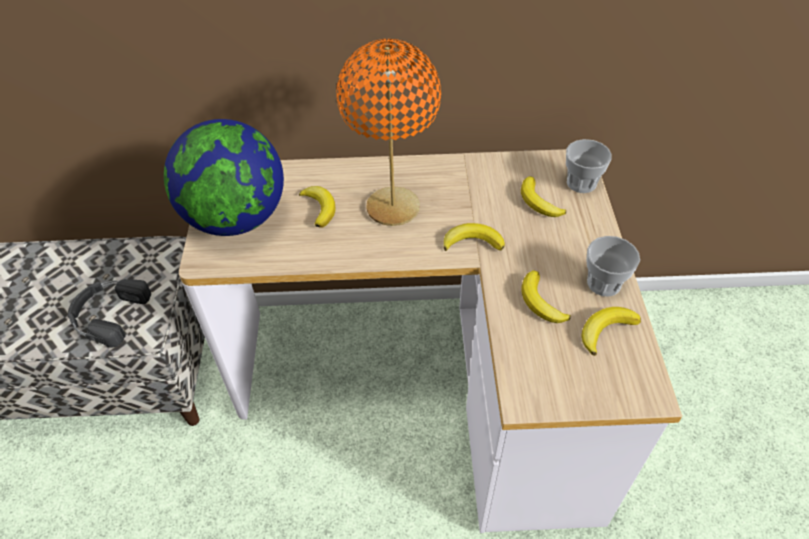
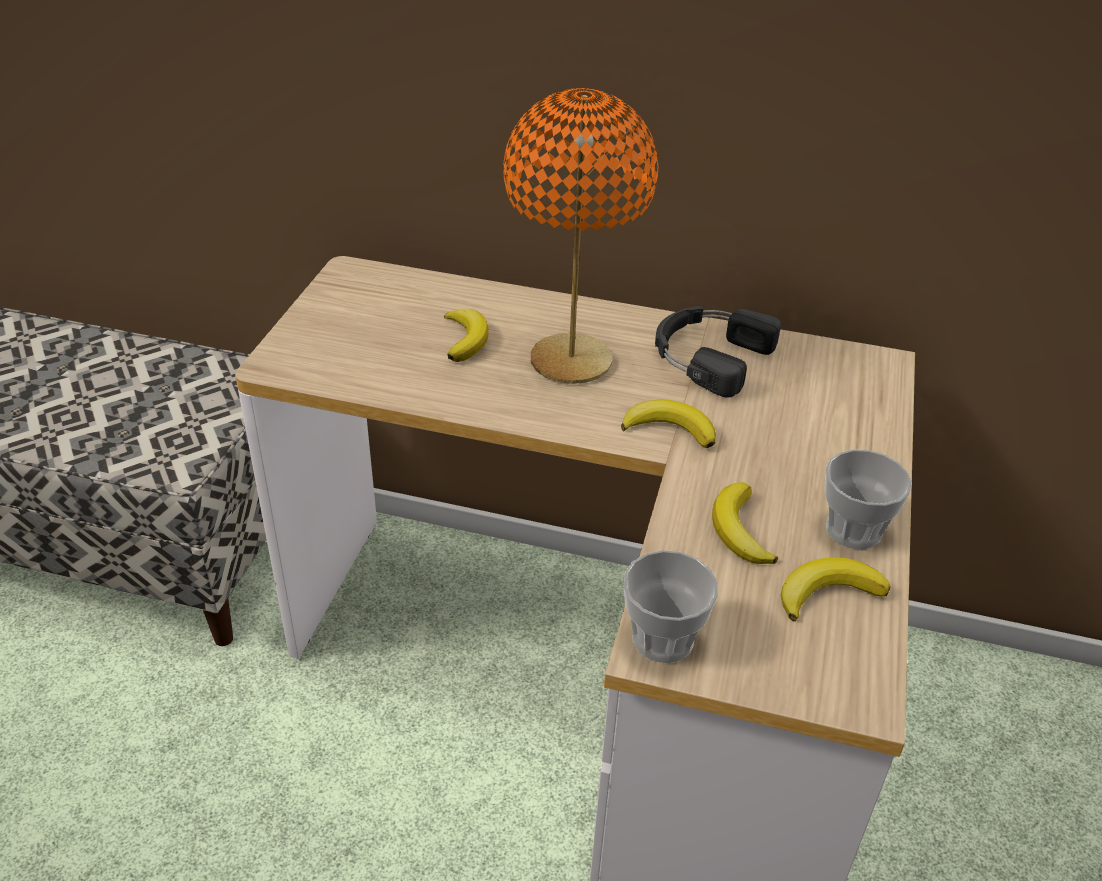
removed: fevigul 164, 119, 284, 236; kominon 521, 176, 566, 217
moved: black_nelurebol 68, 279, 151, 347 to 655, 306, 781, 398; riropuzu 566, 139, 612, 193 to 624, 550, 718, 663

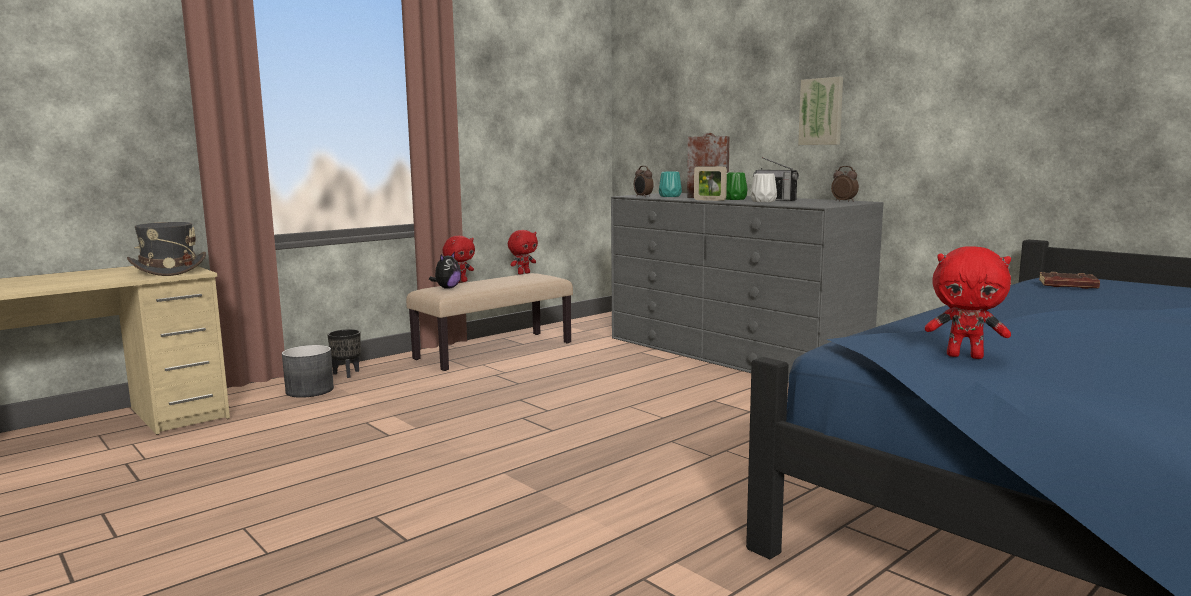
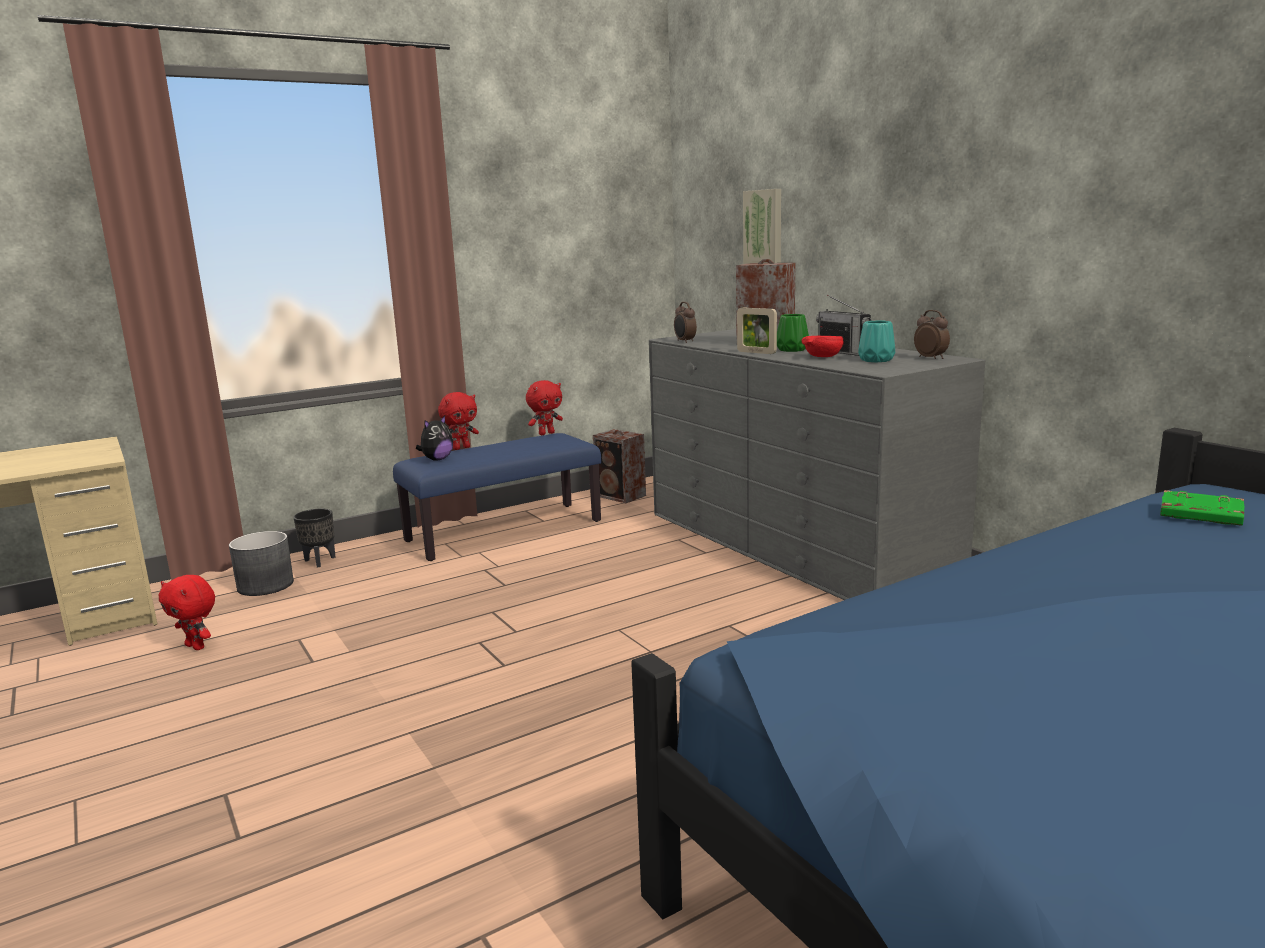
removed: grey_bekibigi 127, 222, 206, 276
added: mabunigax 593, 429, 646, 503
moved: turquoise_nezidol 659, 171, 682, 197 to 858, 321, 895, 362; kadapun 798, 77, 843, 145 to 743, 189, 781, 264; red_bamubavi 925, 246, 1011, 359 to 159, 575, 215, 650
replaced: white_nezidol 751, 173, 777, 202 to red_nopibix 802, 336, 844, 357
recoloured: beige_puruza 406, 273, 573, 371 to blue_puruza 393, 433, 601, 561; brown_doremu 1039, 272, 1100, 289 to green_doremu 1160, 490, 1244, 526

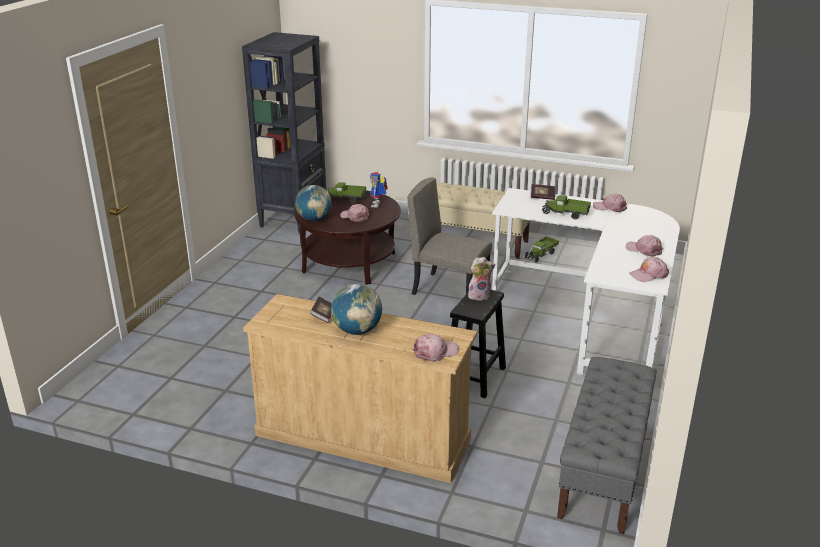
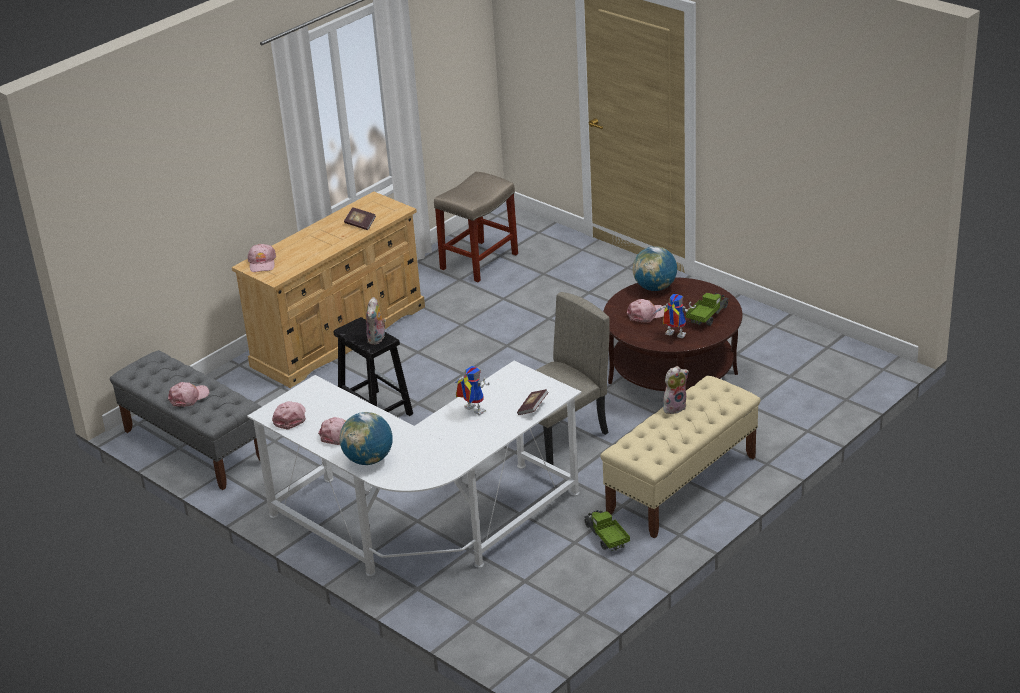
removed: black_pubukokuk 242, 32, 326, 234
added: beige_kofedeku 434, 172, 518, 282; bamubavi 663, 366, 689, 414
moved: fevigul 331, 284, 382, 335 to 339, 412, 393, 465; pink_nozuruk 593, 193, 627, 212 to 168, 382, 209, 406
replaced: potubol 542, 195, 591, 220 to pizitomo 455, 366, 490, 415

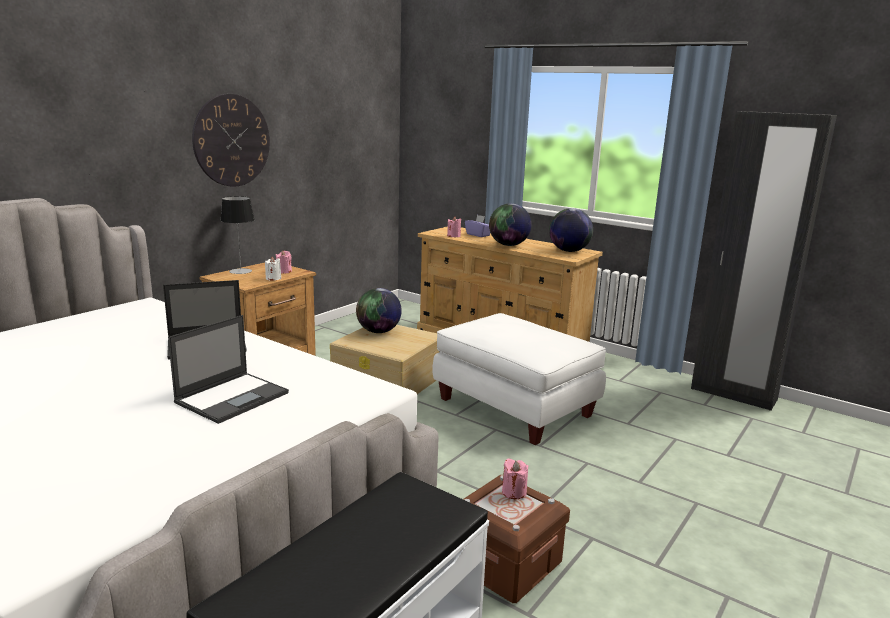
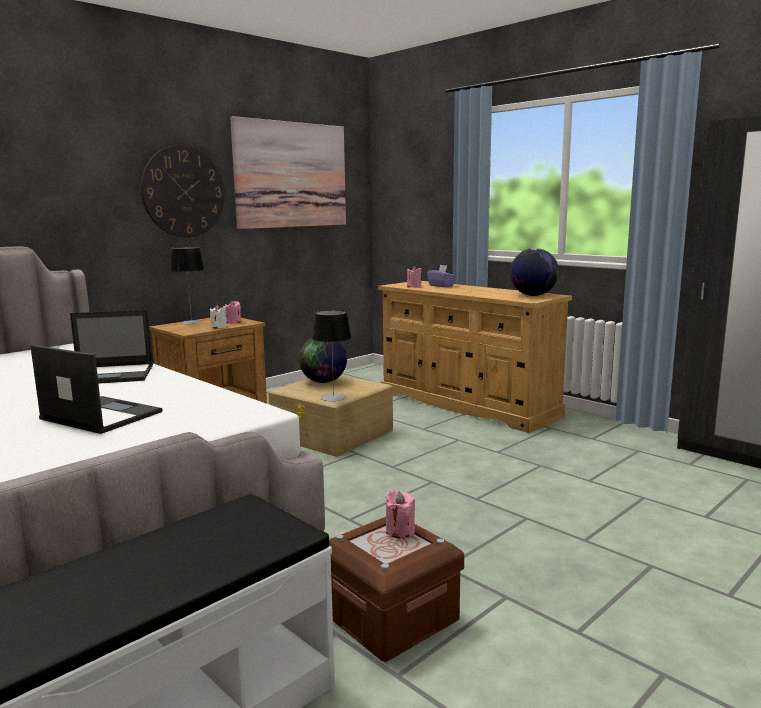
removed: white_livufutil 432, 313, 606, 445; fevigul 489, 203, 532, 246
added: kadapun 230, 116, 346, 229; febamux 313, 310, 351, 401
turned: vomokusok 168, 315, 289, 424 = 30, 345, 162, 434 105 degrees counterclockwise

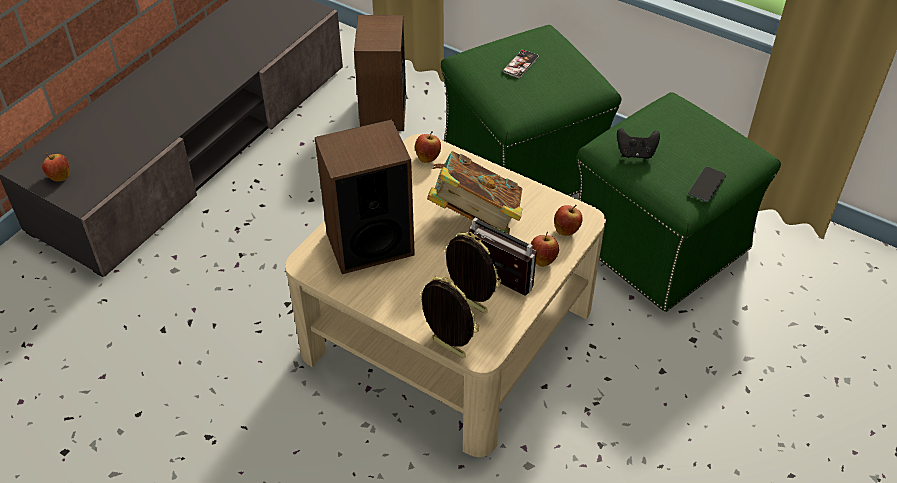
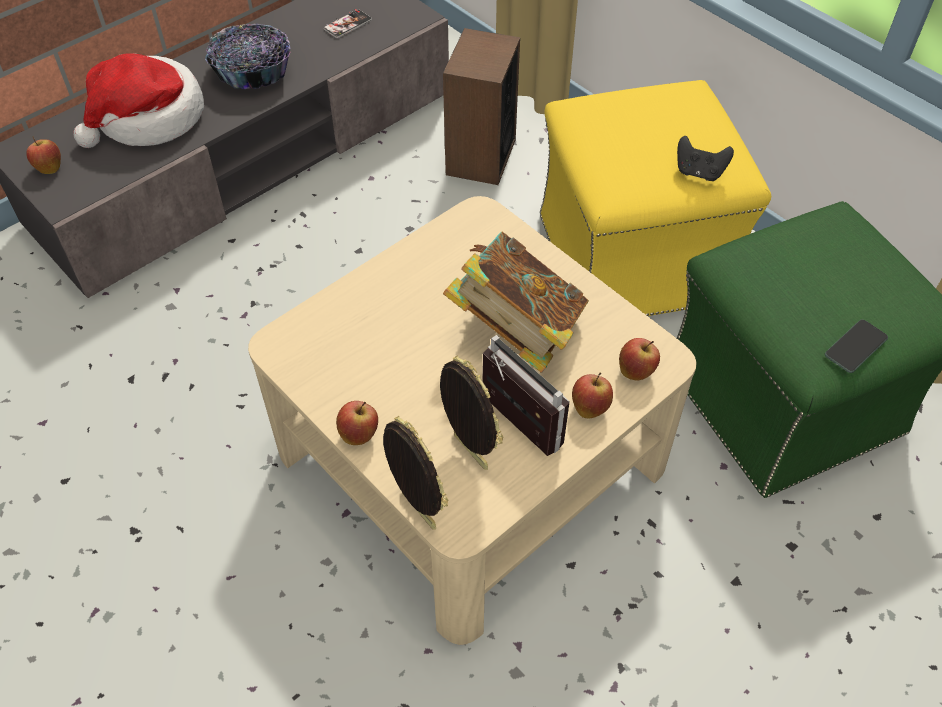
removed: mabunigax 315, 119, 415, 274
added: bekibigi 73, 53, 204, 148; nopibix 205, 24, 291, 89
moved: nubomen 415, 131, 441, 163 to 336, 401, 378, 445; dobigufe 503, 50, 539, 78 to 324, 9, 372, 38; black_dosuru 617, 128, 660, 159 to 677, 136, 734, 181
recoloured: green_livufutil 441, 25, 621, 196 to yellow_livufutil 540, 80, 771, 316

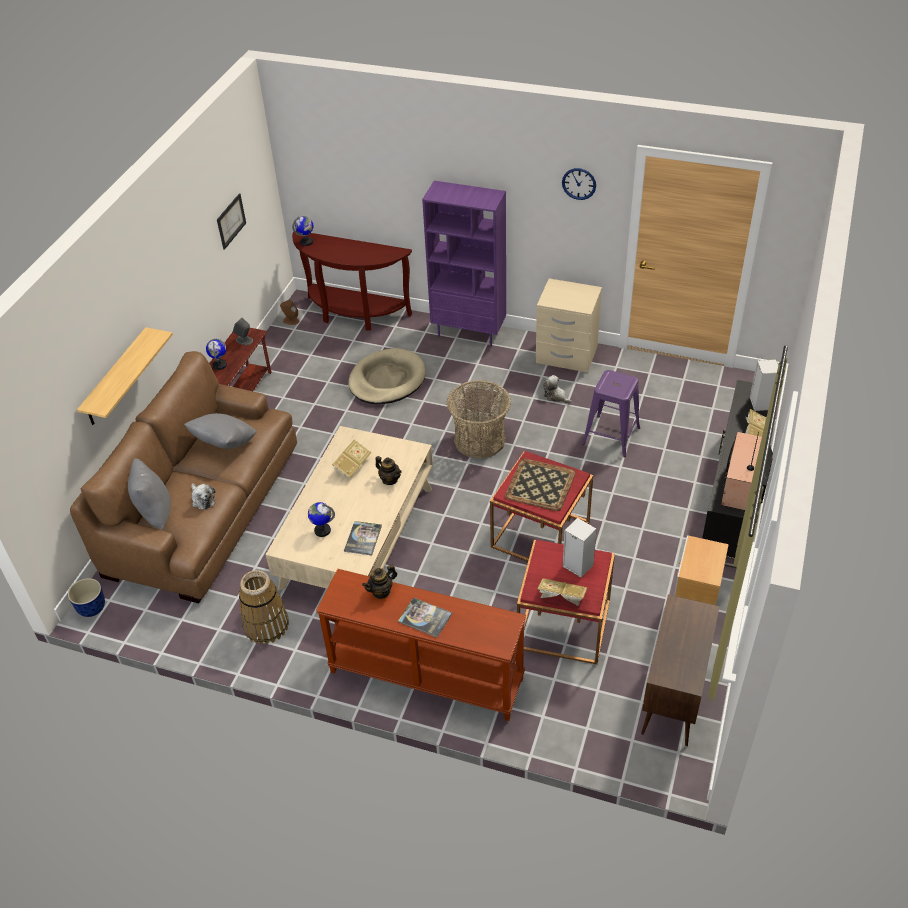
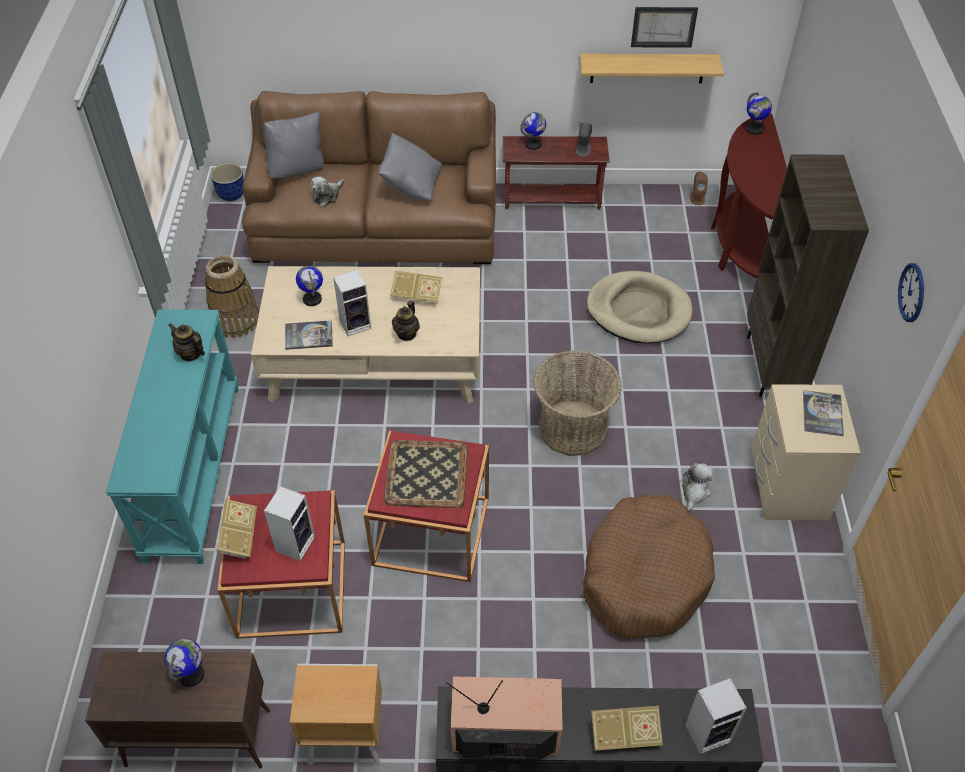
added: fevigul 164, 639, 204, 687; mabunigax 333, 270, 371, 336
moved: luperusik 77, 327, 173, 425 to 580, 54, 724, 84; doremu 398, 597, 452, 638 to 803, 390, 844, 436
replaced: purple_kofedeku 582, 370, 640, 457 to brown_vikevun 583, 494, 715, 638
recoloured: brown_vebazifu 316, 569, 526, 721 to turquoise_vebazifu 106, 309, 238, 564; purple_pubukokuk 422, 181, 506, 346 to brown_pubukokuk 747, 154, 869, 397

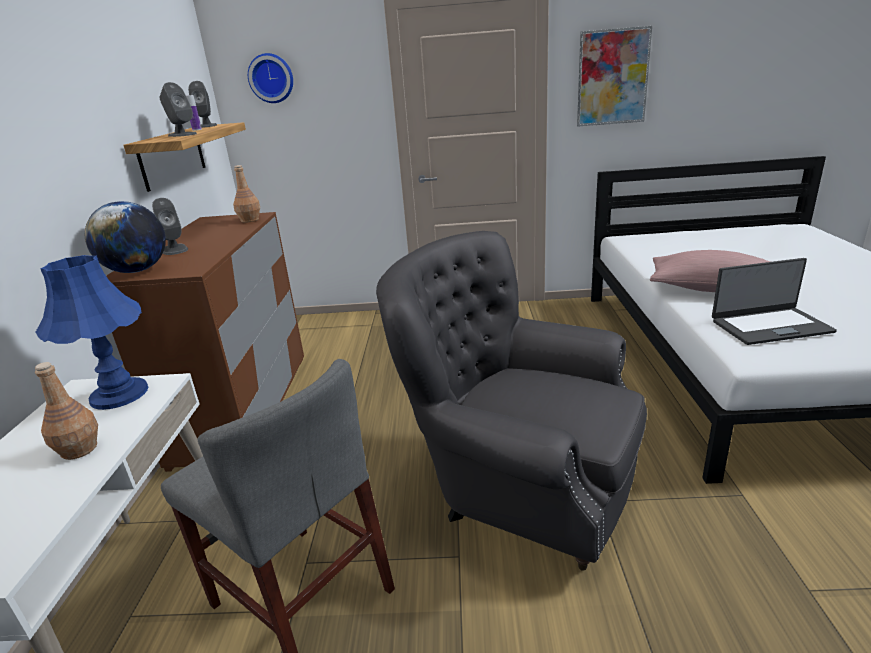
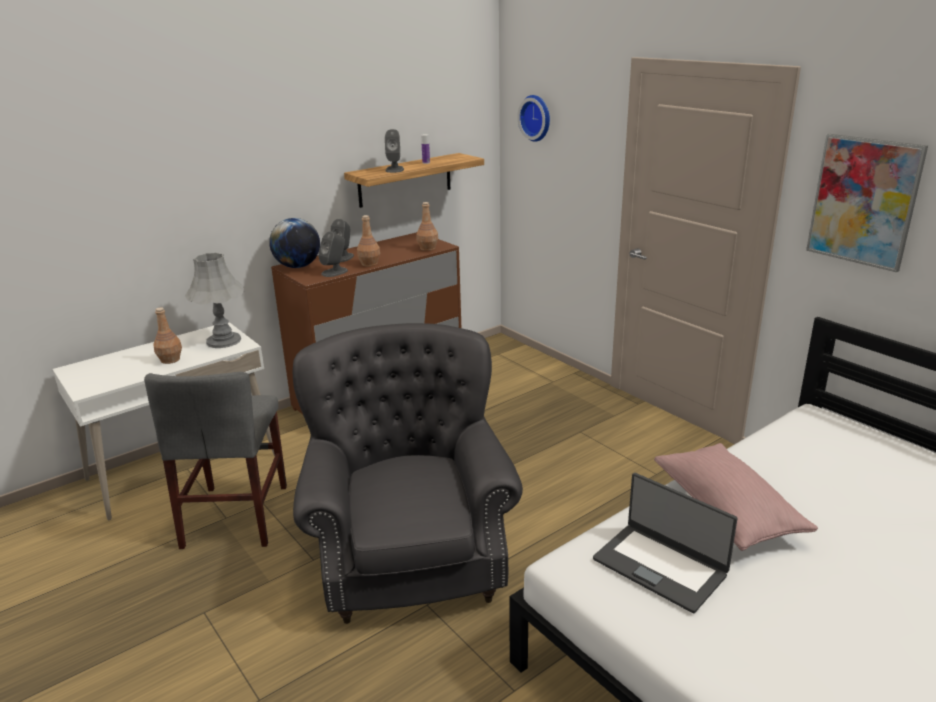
added: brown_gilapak 357, 215, 380, 267
moved: grey_mabunigax 188, 81, 217, 128 to 318, 231, 348, 277
recoloured: blue_febamux 36, 255, 148, 410 to grey_febamux 185, 253, 244, 348

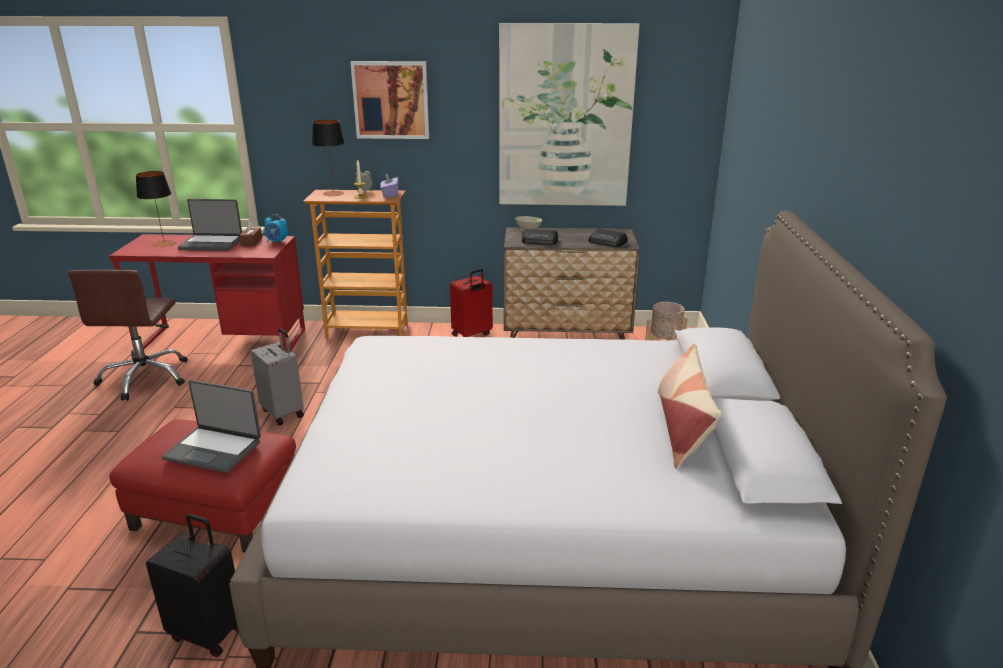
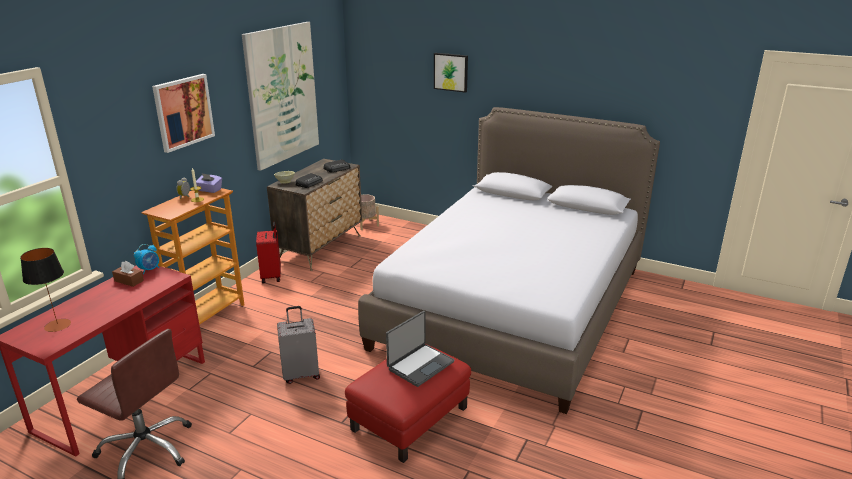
removed: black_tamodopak 146, 514, 239, 657; vomokusok 178, 199, 242, 251; febamux 312, 120, 344, 197; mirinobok 658, 344, 722, 468
added: kadapun 434, 53, 468, 93

